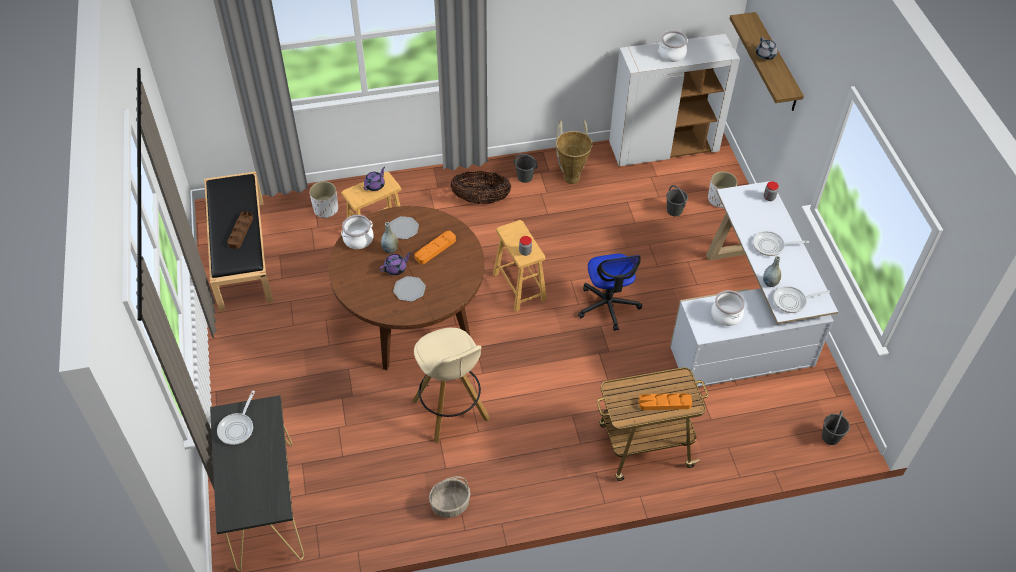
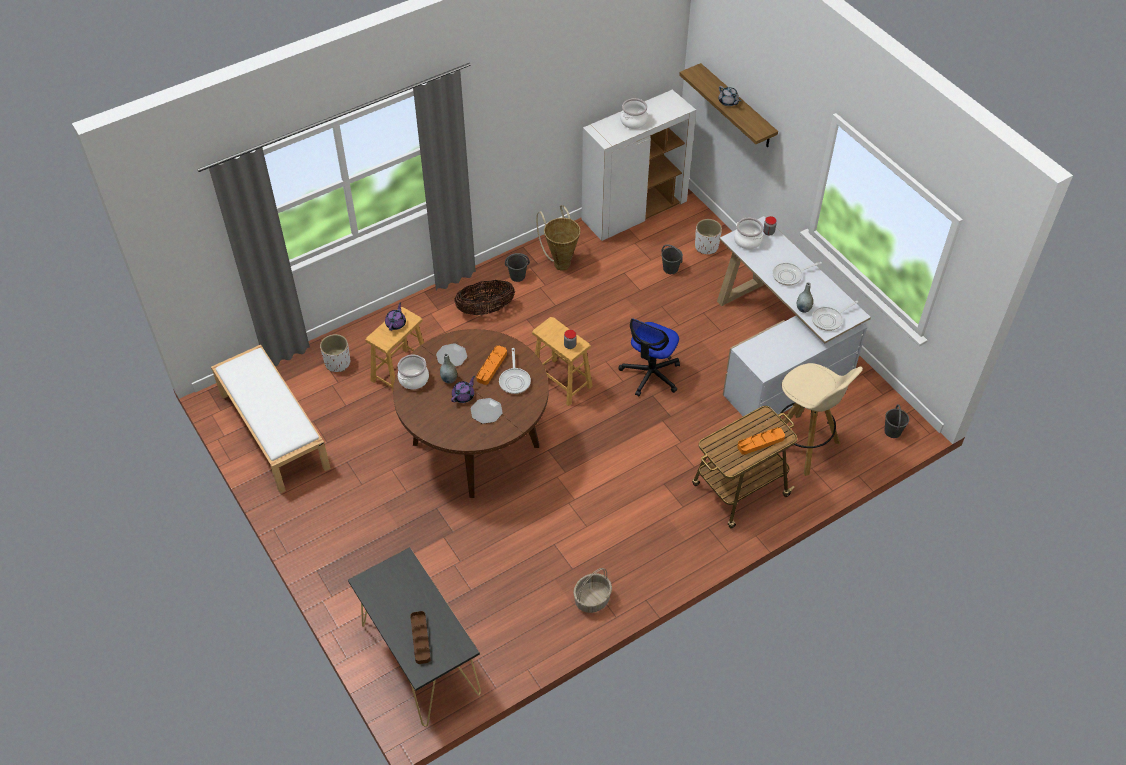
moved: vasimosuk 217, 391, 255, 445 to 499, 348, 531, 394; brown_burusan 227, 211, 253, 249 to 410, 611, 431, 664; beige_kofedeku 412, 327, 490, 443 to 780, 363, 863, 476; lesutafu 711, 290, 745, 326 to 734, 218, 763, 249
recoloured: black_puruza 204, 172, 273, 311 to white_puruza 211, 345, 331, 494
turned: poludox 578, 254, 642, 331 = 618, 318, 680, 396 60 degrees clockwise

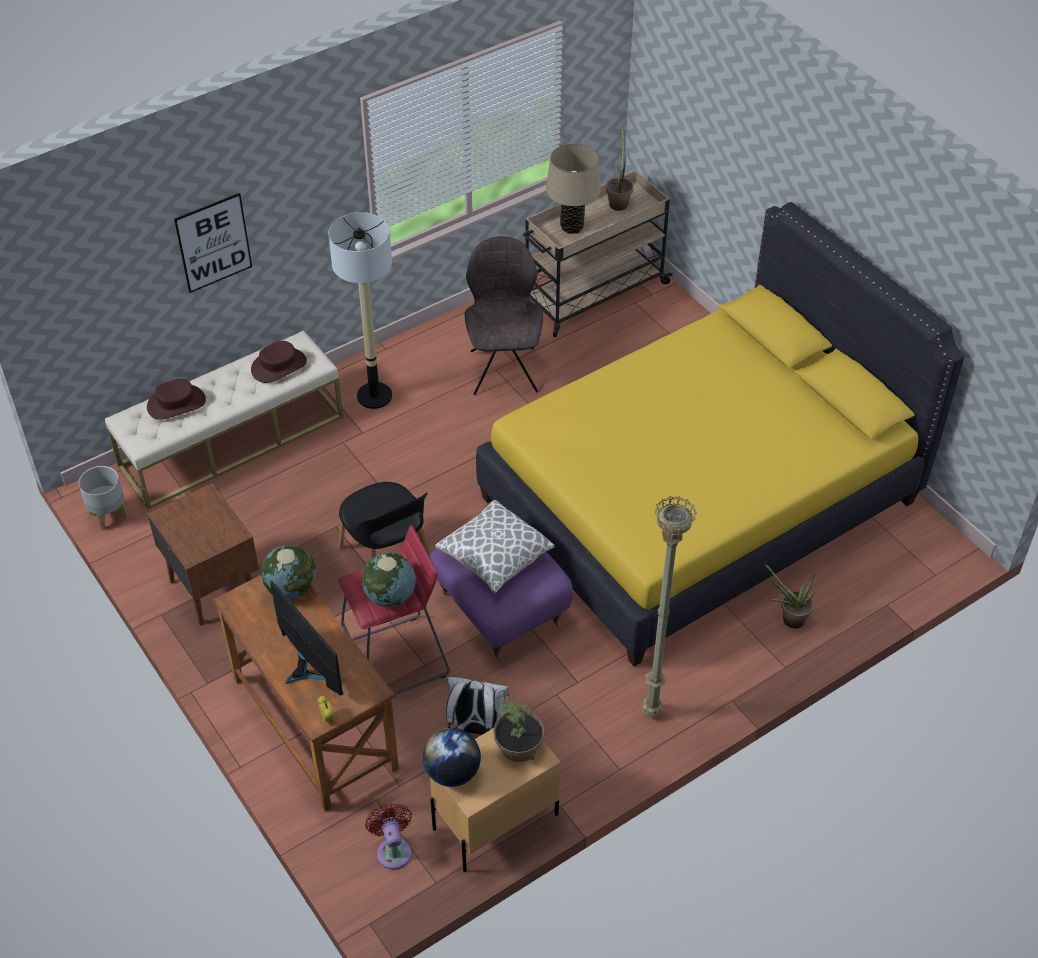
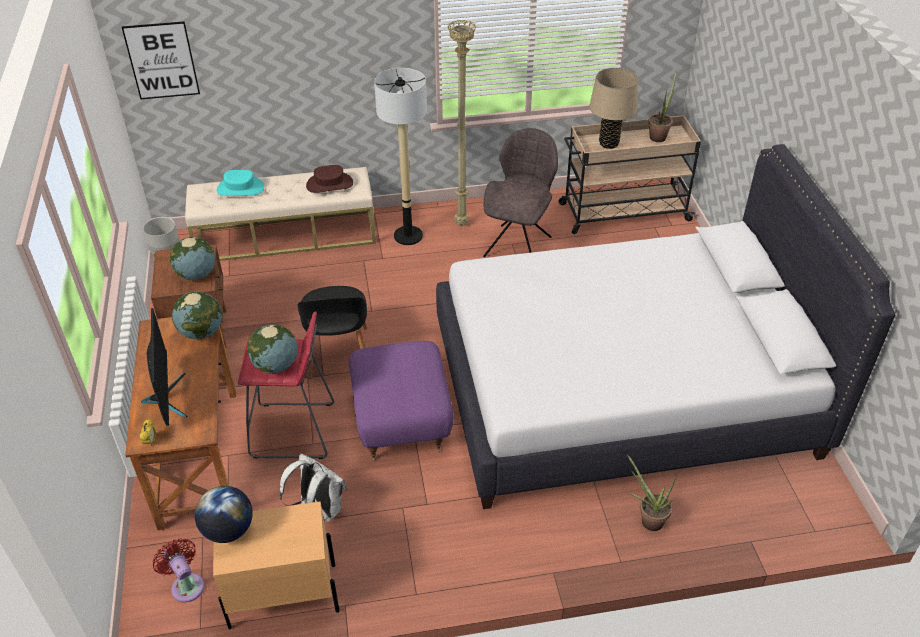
removed: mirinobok 435, 500, 555, 594; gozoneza 493, 696, 545, 762
added: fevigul 170, 237, 215, 280
moved: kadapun 174, 193, 252, 293 to 122, 21, 200, 99; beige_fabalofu 641, 496, 697, 718 to 447, 20, 477, 226
recoloured: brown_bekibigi 147, 379, 206, 420 to turquoise_bekibigi 217, 170, 264, 196; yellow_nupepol 476, 202, 965, 667 to white_nupepol 436, 144, 895, 509
turned: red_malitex 365, 804, 412, 870 = 153, 538, 204, 602 45 degrees counterclockwise

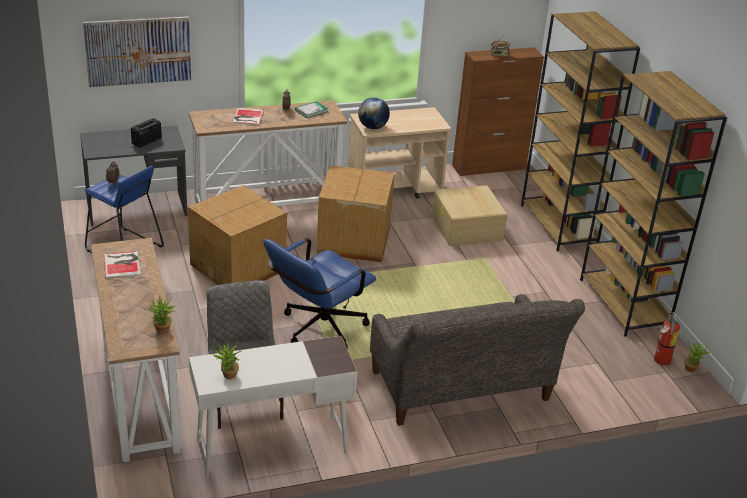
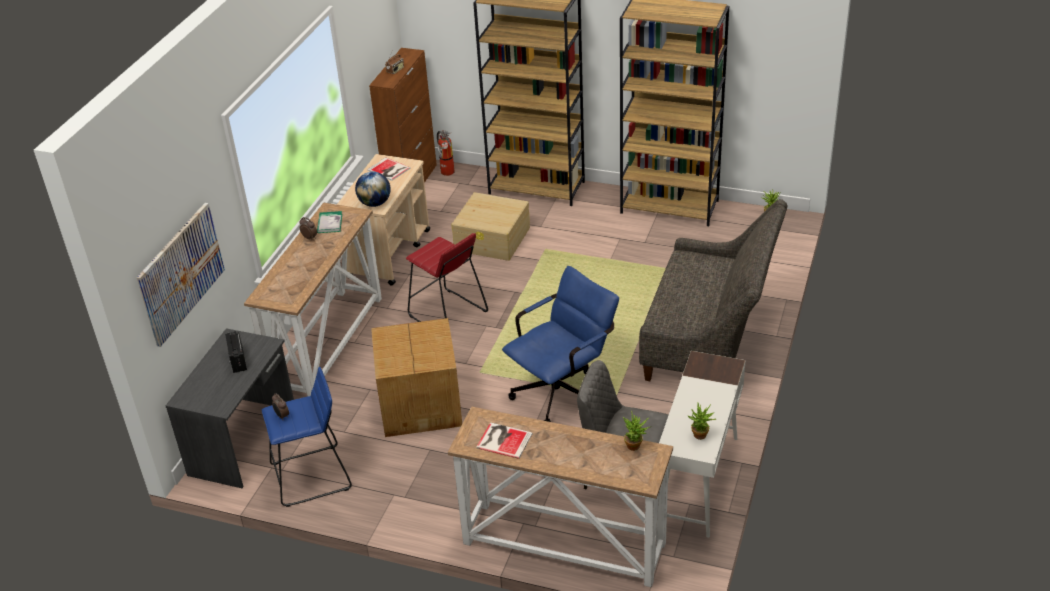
moved: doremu 233, 108, 264, 125 to 367, 157, 410, 181; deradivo 654, 312, 680, 366 to 437, 130, 455, 176
replaced: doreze 316, 165, 394, 262 to red_kofedeku 406, 233, 488, 322
turned: blue_poludox 264, 238, 376, 349 = 502, 266, 619, 422 120 degrees counterclockwise

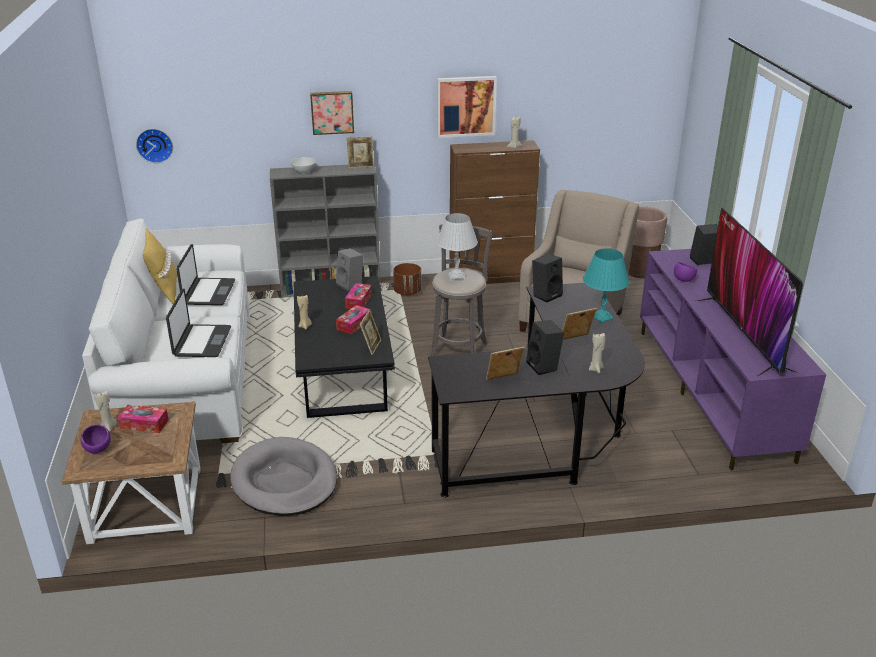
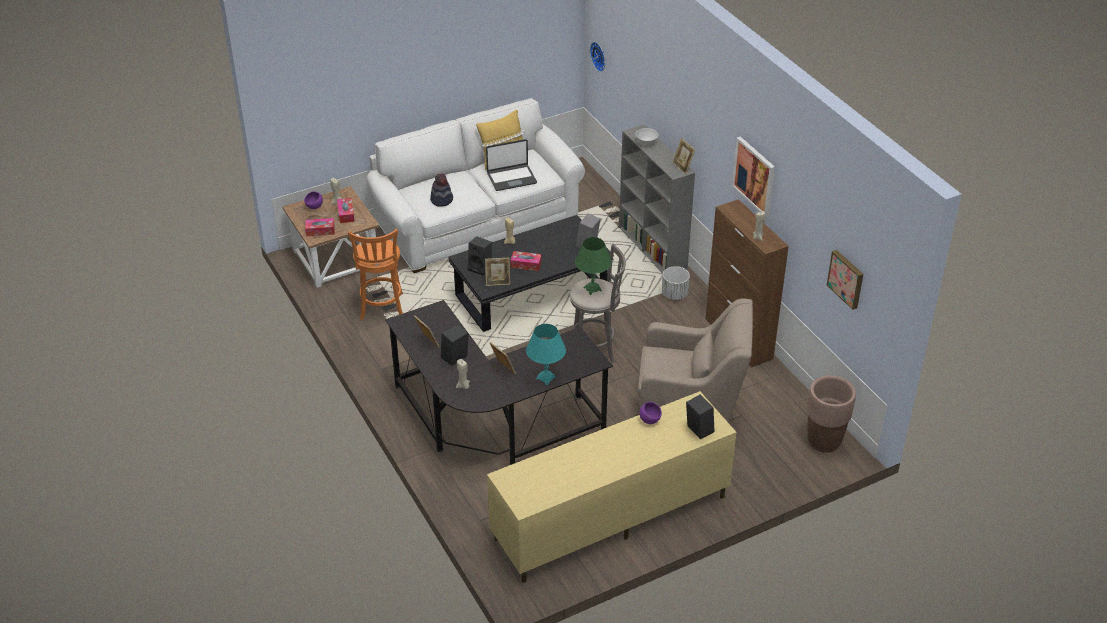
removed: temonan 697, 208, 803, 376
moved: kadapun 310, 91, 354, 135 to 827, 250, 863, 310; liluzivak 345, 283, 372, 309 to 305, 218, 335, 236; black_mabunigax 532, 254, 563, 303 to 468, 236, 492, 276
replaced: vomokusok 166, 289, 231, 357 to bekibigi 430, 173, 453, 207; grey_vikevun 230, 437, 337, 516 to orange_kofedeku 348, 229, 403, 320
recoloured: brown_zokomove 393, 263, 421, 295 to white_zokomove 662, 266, 690, 300; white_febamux 437, 213, 478, 281 to green_febamux 575, 237, 612, 295; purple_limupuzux 640, 249, 826, 470 to beige_limupuzux 487, 391, 736, 583

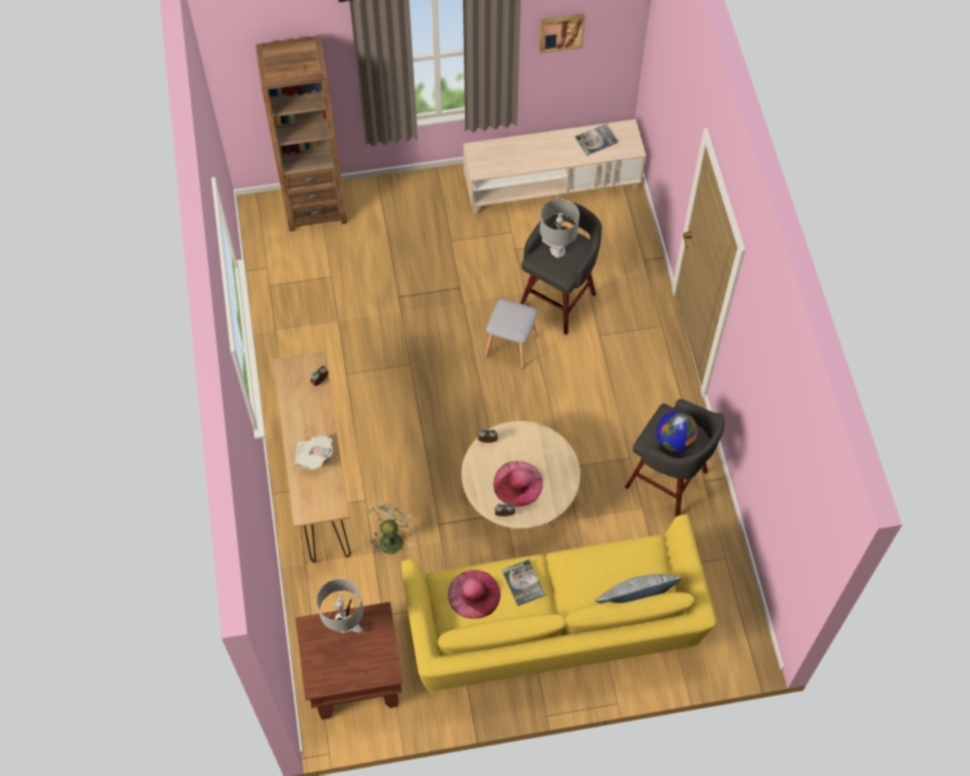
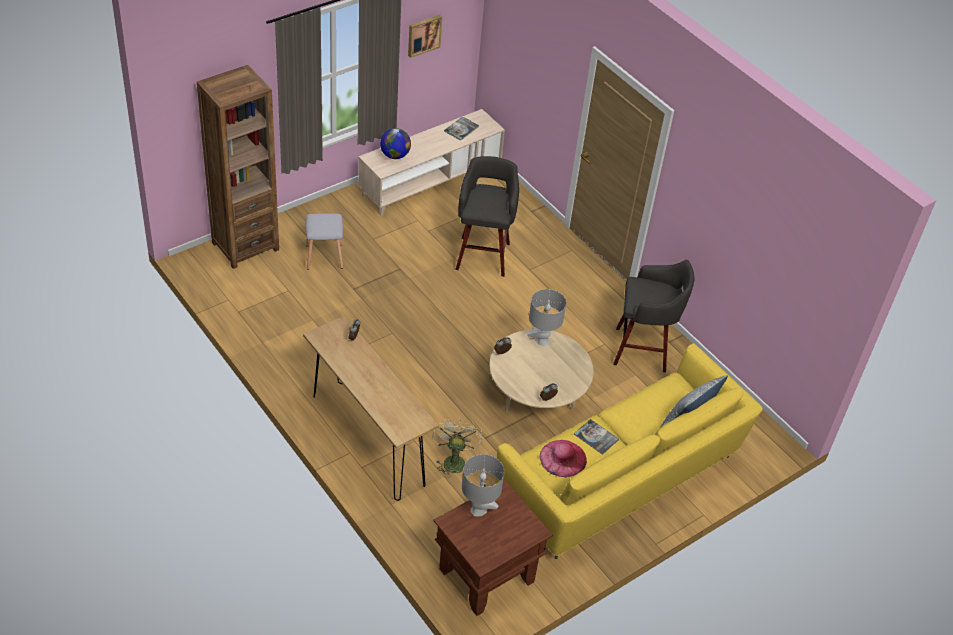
removed: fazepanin 294, 435, 333, 470; pink_bekibigi 494, 461, 543, 507
moved: grey_kofedeku 485, 299, 538, 368 to 306, 213, 343, 270; grey_febamux 540, 199, 580, 258 to 527, 289, 566, 346; fevigul 656, 411, 698, 452 to 380, 128, 411, 159

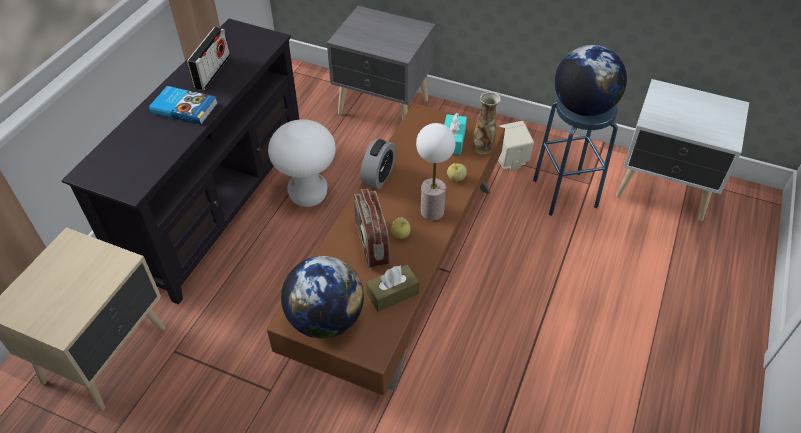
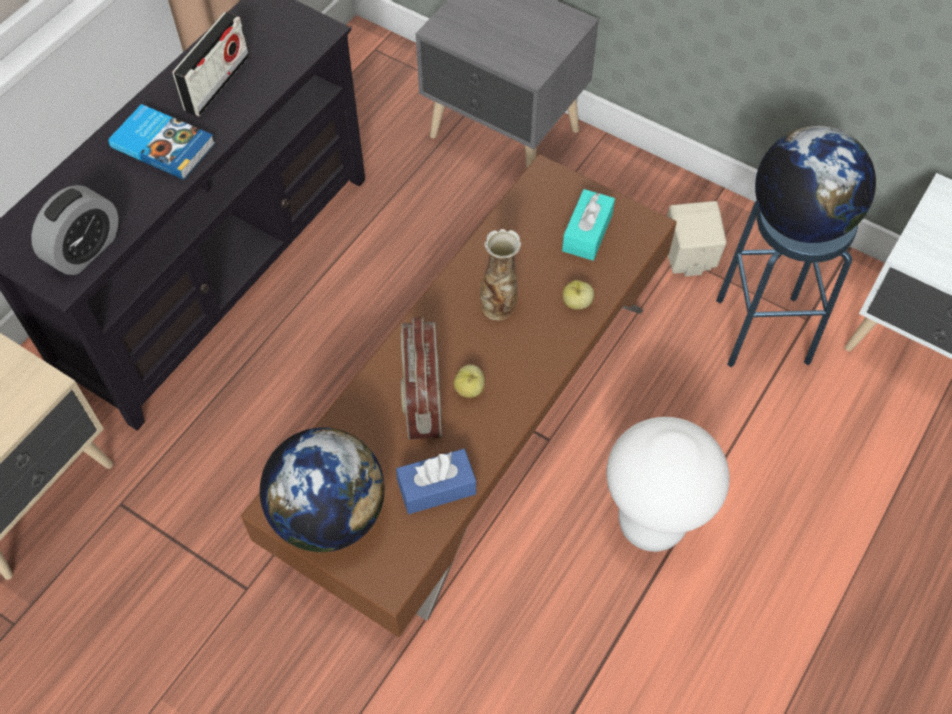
removed: febamux 416, 123, 456, 221
moved: white_kofedeku 268, 119, 336, 207 to 607, 417, 730, 552; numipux 361, 139, 396, 189 to 31, 185, 118, 275; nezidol 473, 91, 501, 155 to 480, 229, 521, 320
recoloured: brown_liluzivak 366, 265, 419, 312 to blue_liluzivak 396, 449, 476, 514

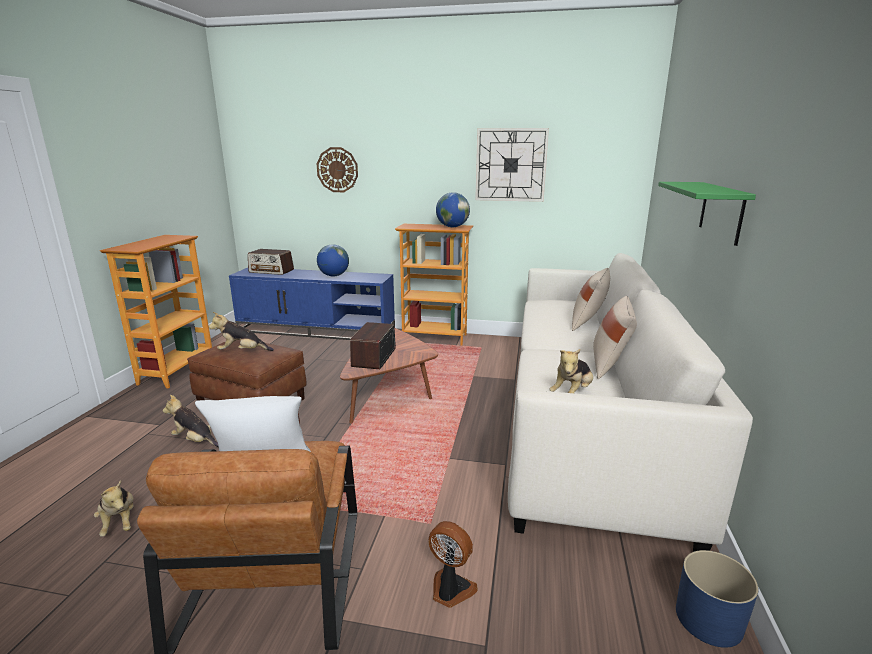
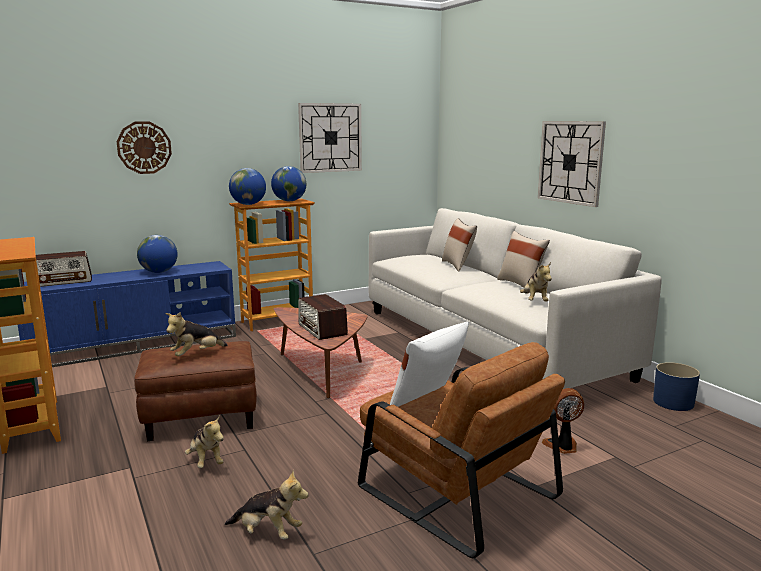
added: fevigul 229, 168, 266, 205
replaced: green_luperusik 658, 182, 756, 246 to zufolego 538, 121, 606, 207
turned: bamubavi 163, 395, 219, 447 = 185, 415, 224, 468 105 degrees counterclockwise

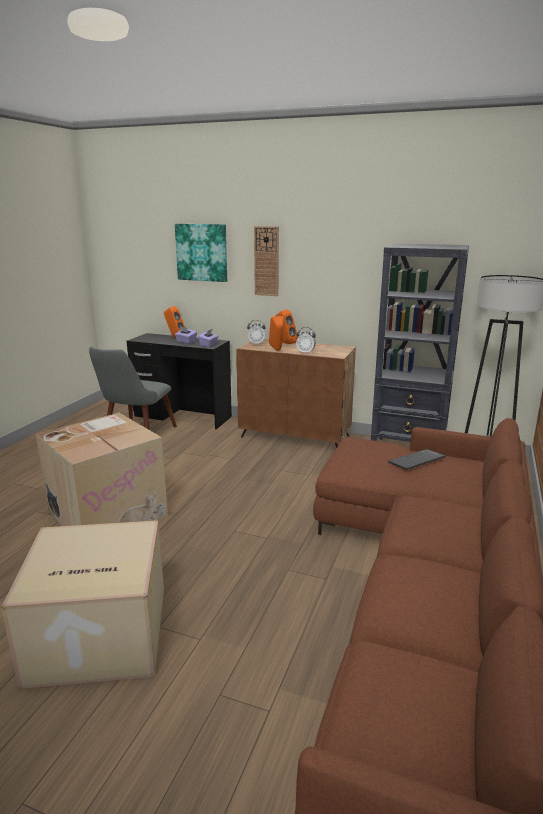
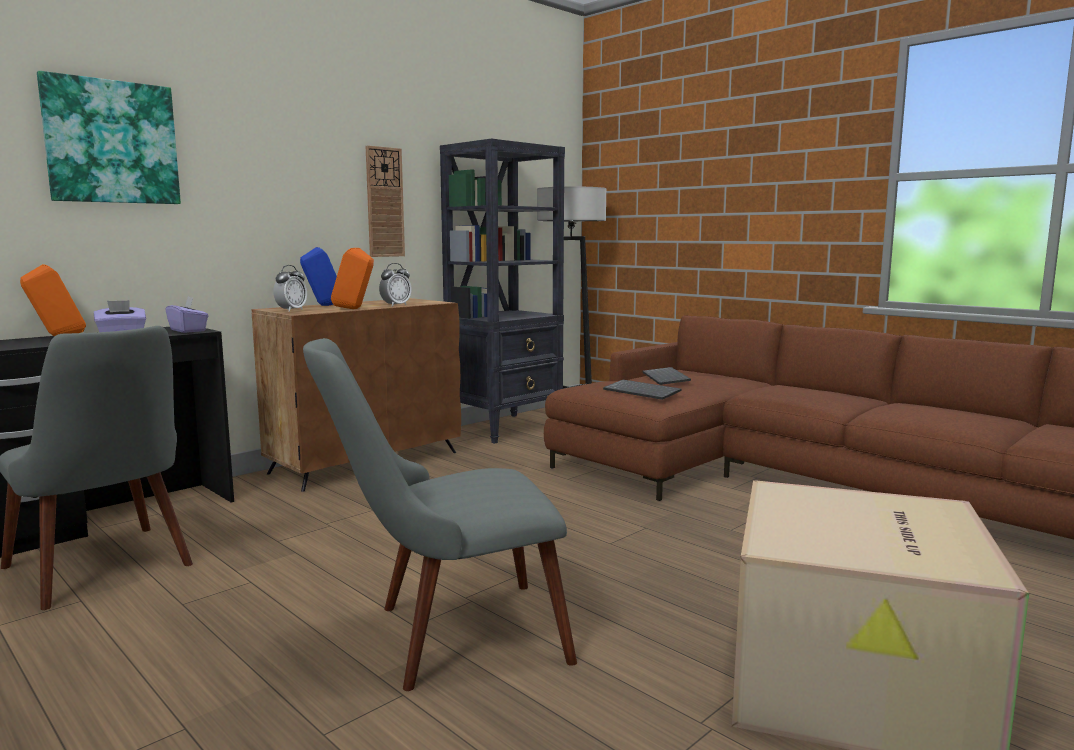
added: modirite 603, 380, 682, 400
moved: zufolego 254, 226, 279, 296 to 365, 145, 405, 257
replaced: doreze 36, 413, 168, 526 to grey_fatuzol 303, 338, 577, 691
recoloured: orange_mabunigax 276, 310, 298, 344 to blue_mabunigax 300, 247, 337, 306

